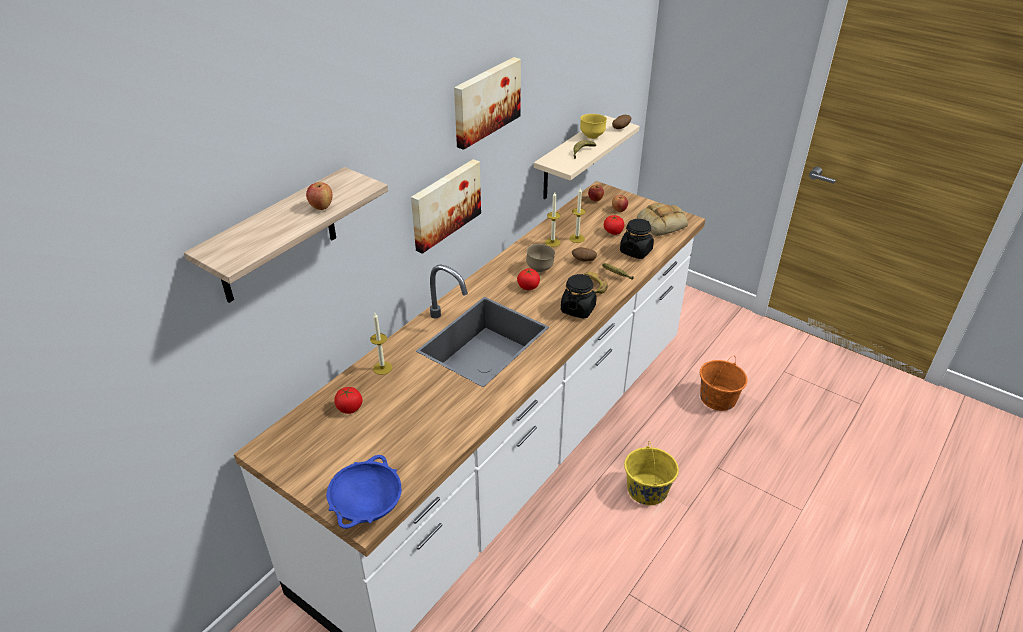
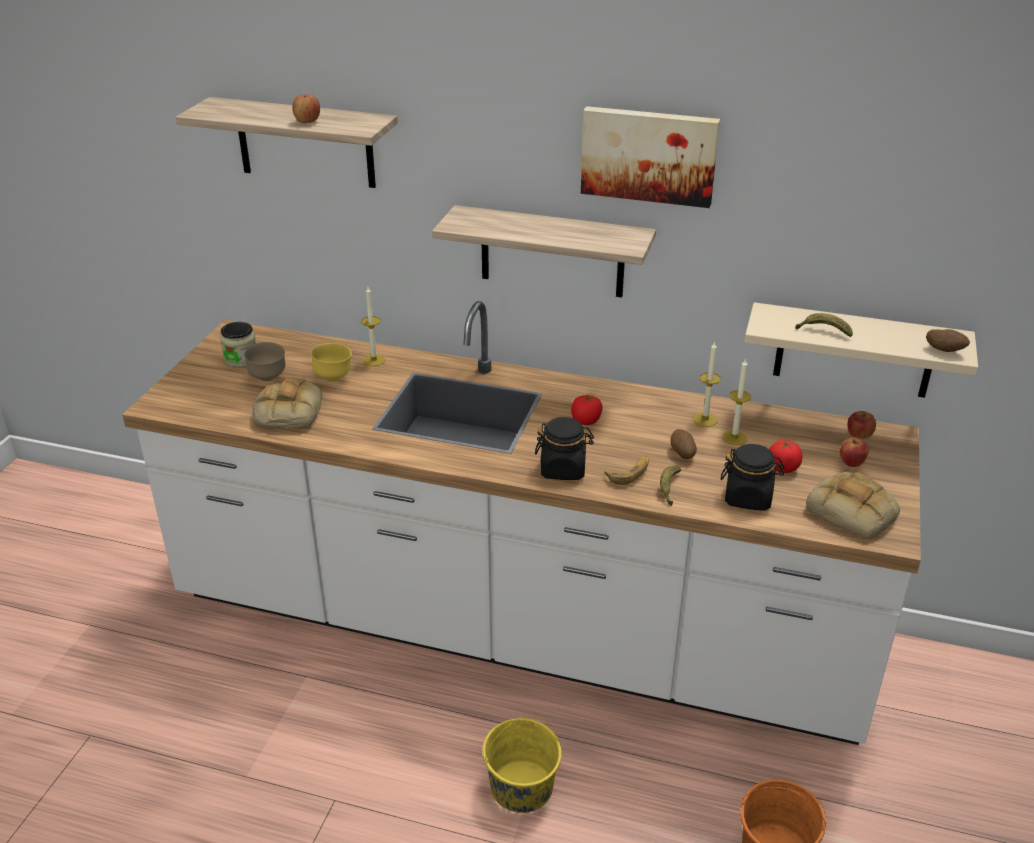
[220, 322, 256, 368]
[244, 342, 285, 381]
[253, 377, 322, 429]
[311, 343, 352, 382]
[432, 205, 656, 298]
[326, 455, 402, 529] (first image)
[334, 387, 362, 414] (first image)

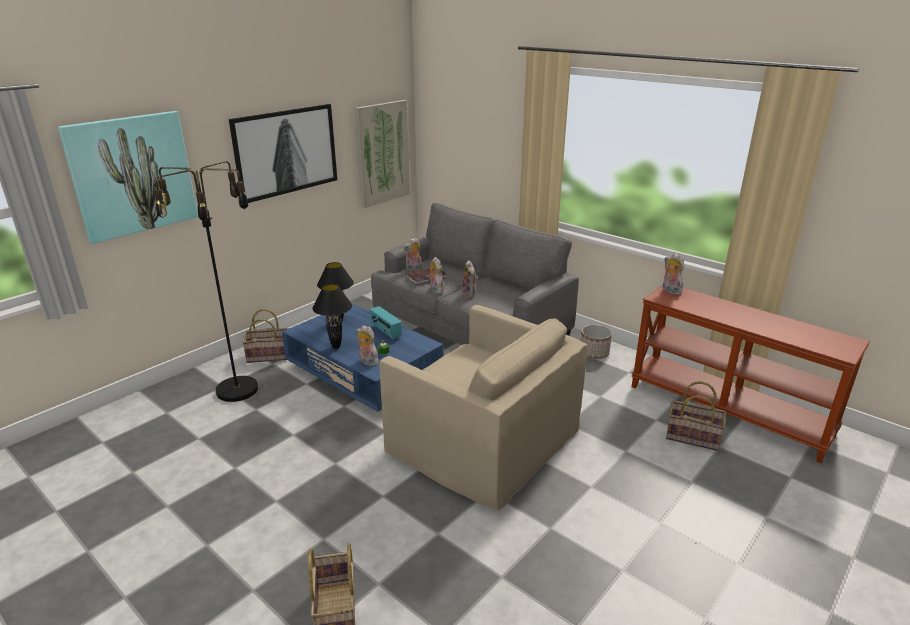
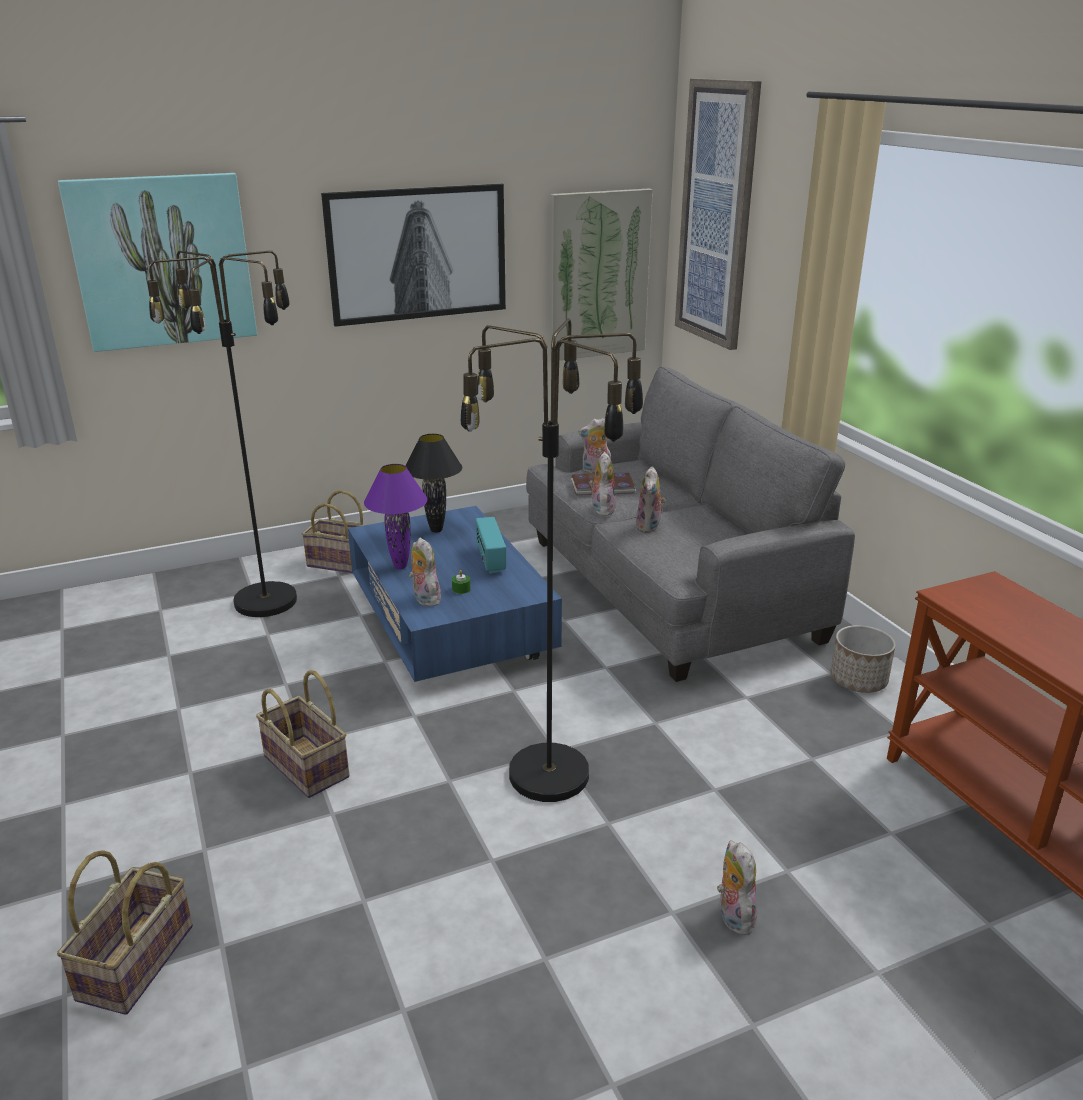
[256, 670, 349, 798]
[364, 464, 427, 569]
[461, 318, 643, 802]
[675, 79, 761, 350]
[717, 840, 757, 935]

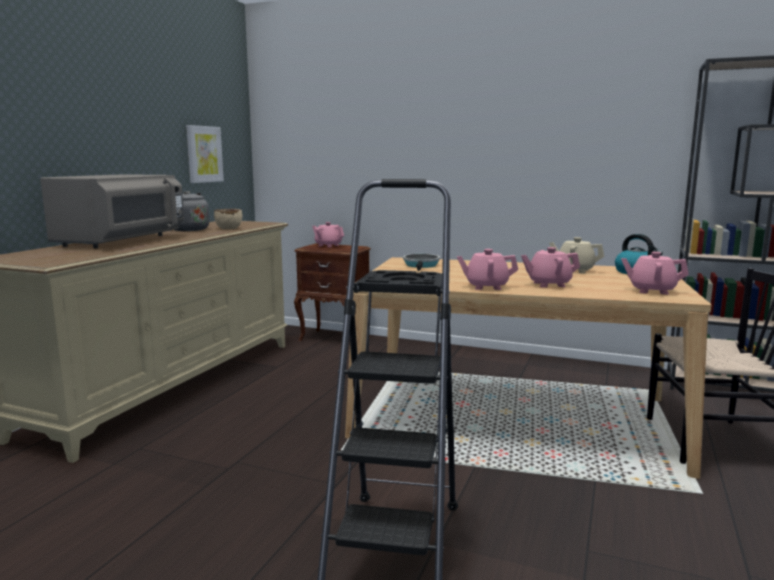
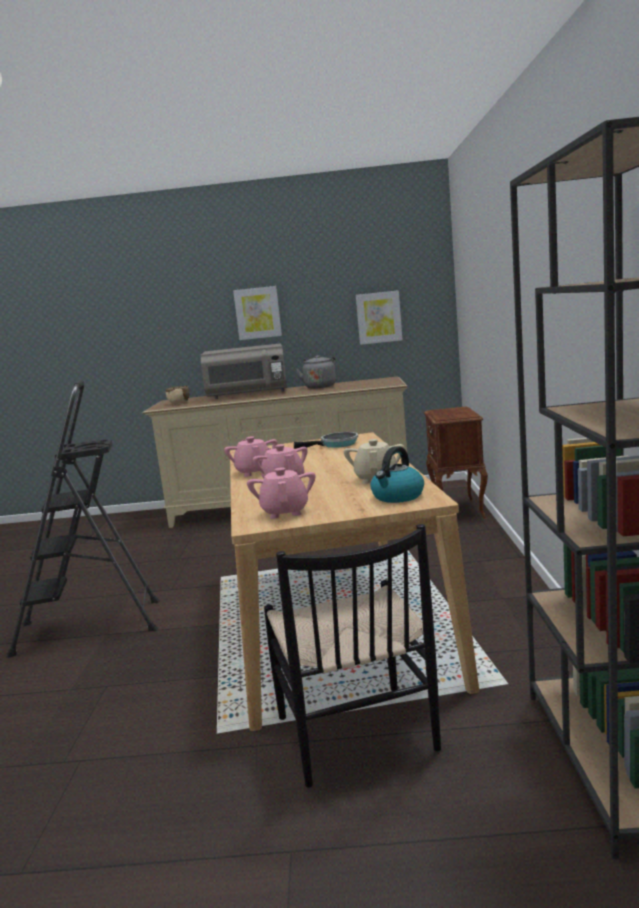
[165, 386, 190, 405]
[233, 286, 282, 340]
[312, 222, 344, 247] (first image)

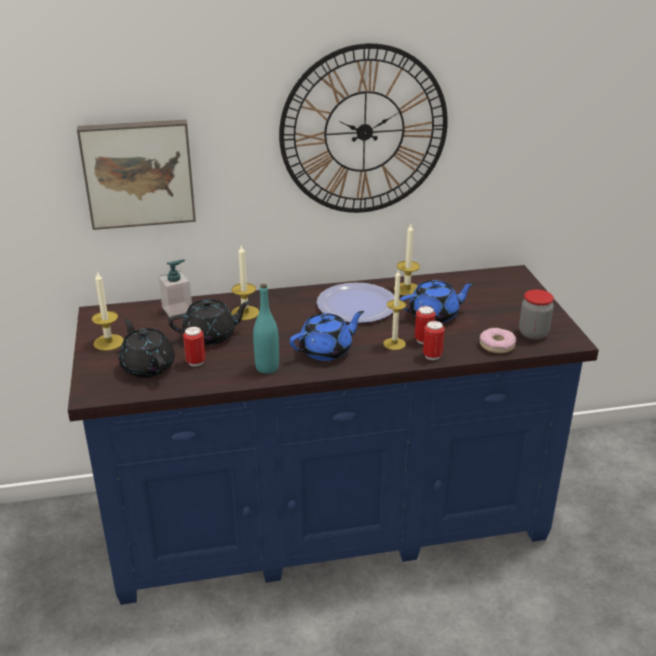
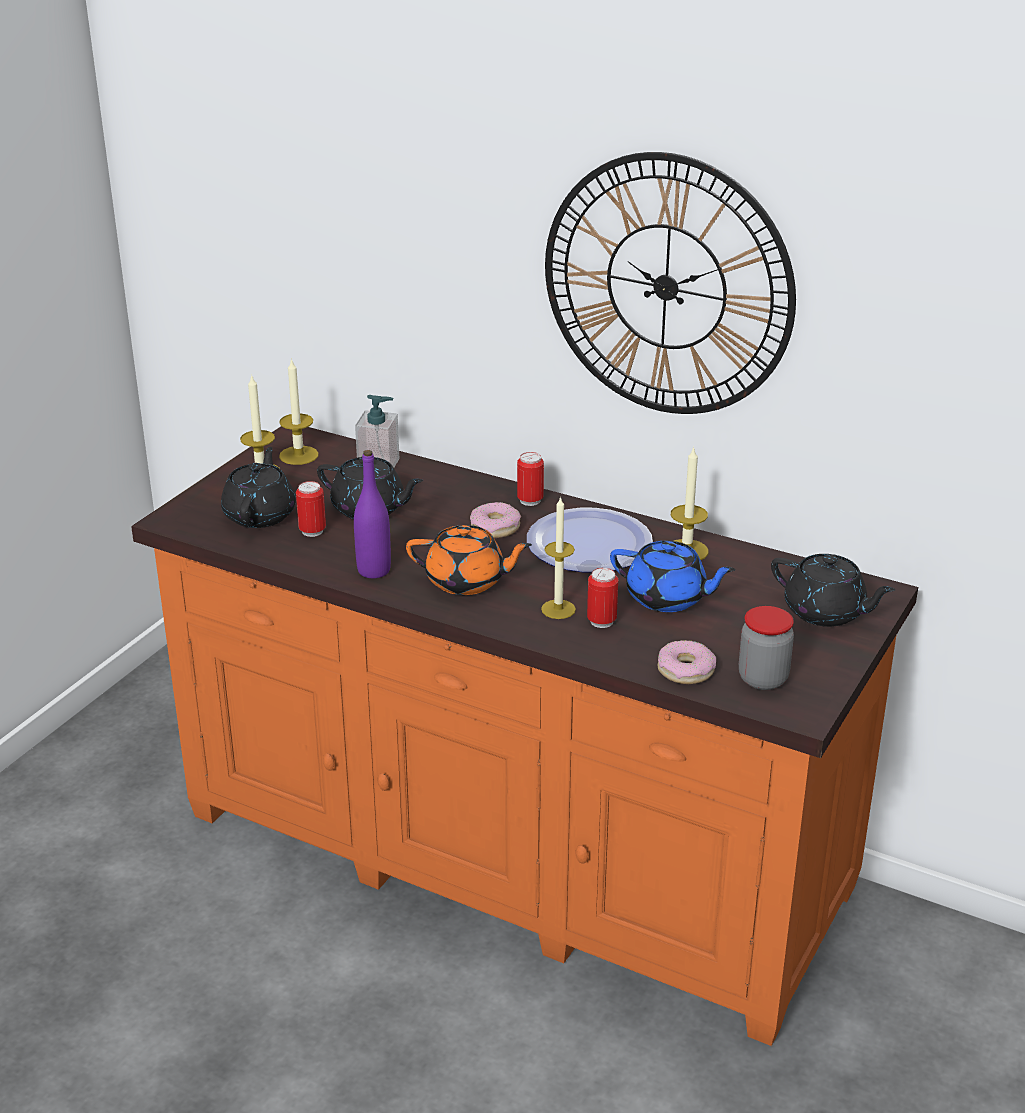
[131, 426, 918, 1046]
[279, 358, 319, 465]
[354, 450, 391, 578]
[406, 525, 532, 595]
[470, 502, 521, 538]
[517, 452, 544, 506]
[771, 554, 896, 627]
[77, 119, 196, 230] (first image)

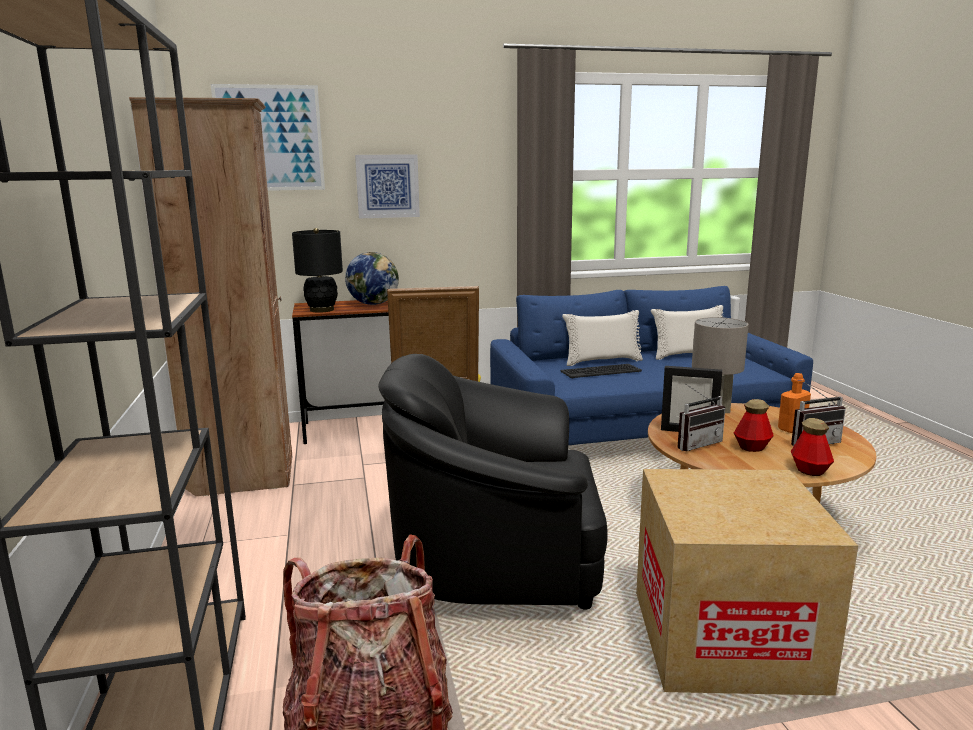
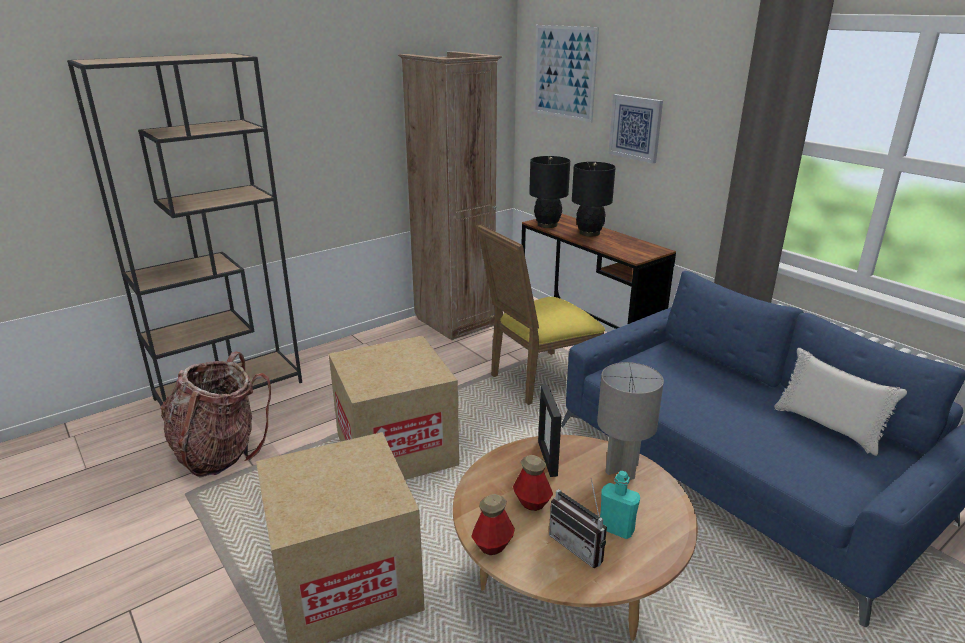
[329, 336, 459, 480]
[572, 162, 616, 236]
[600, 471, 640, 539]
[561, 364, 642, 378] (first image)
[562, 310, 643, 366] (first image)
[678, 384, 725, 451] (first image)

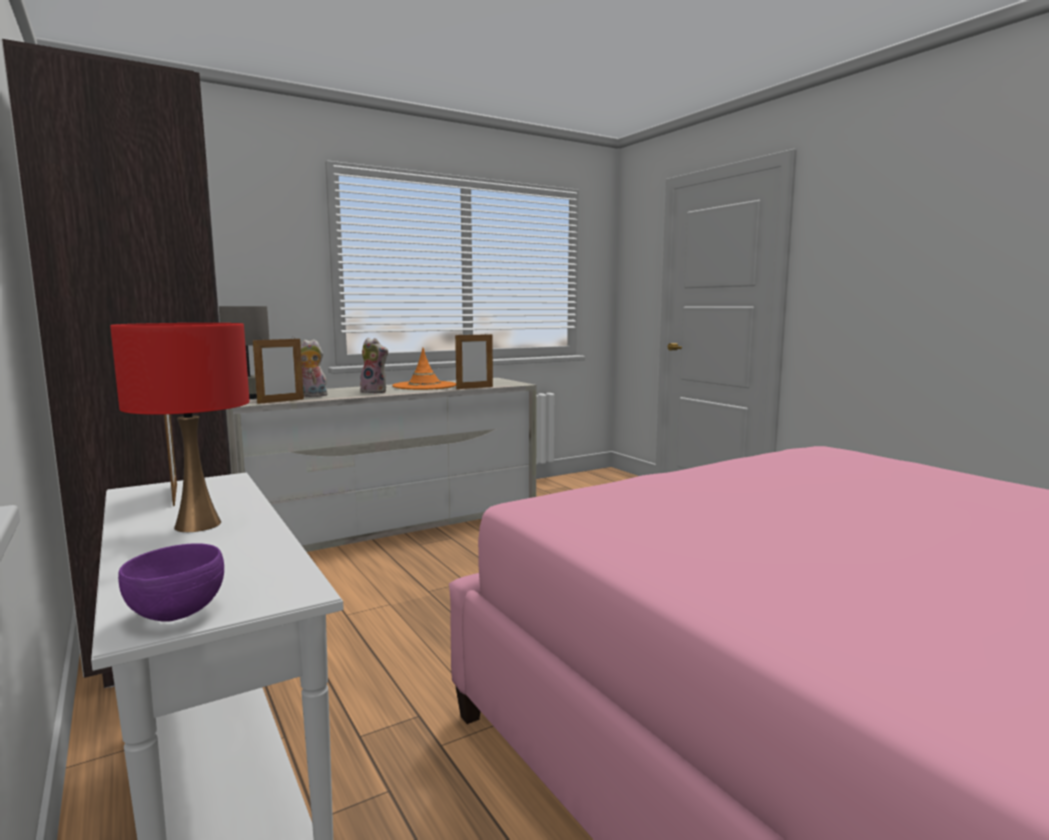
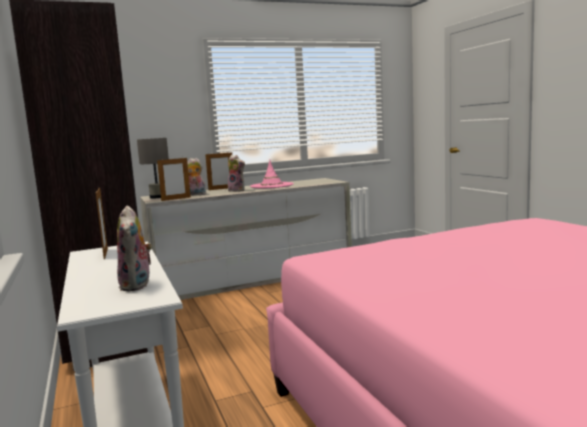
[117, 205, 152, 291]
[205, 152, 232, 190]
[250, 160, 294, 188]
[110, 323, 250, 532] (first image)
[118, 543, 224, 621] (first image)

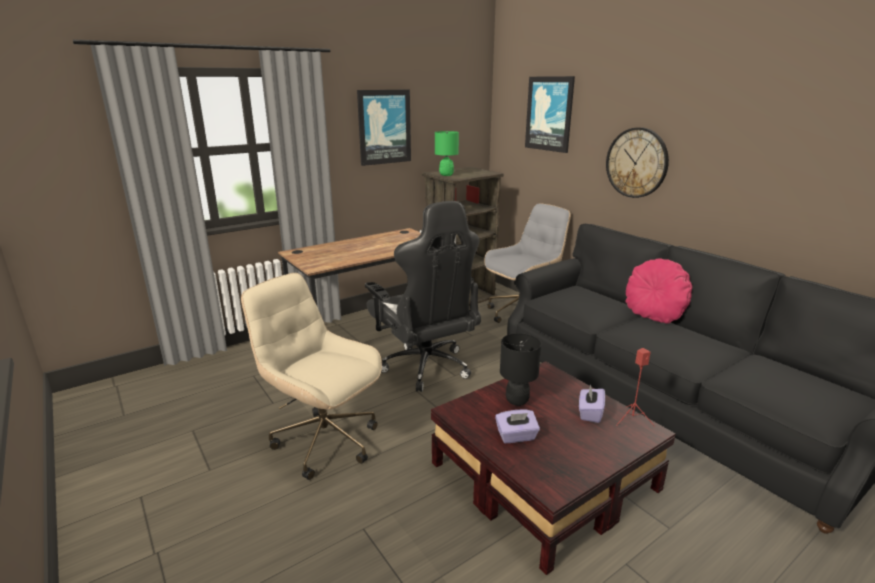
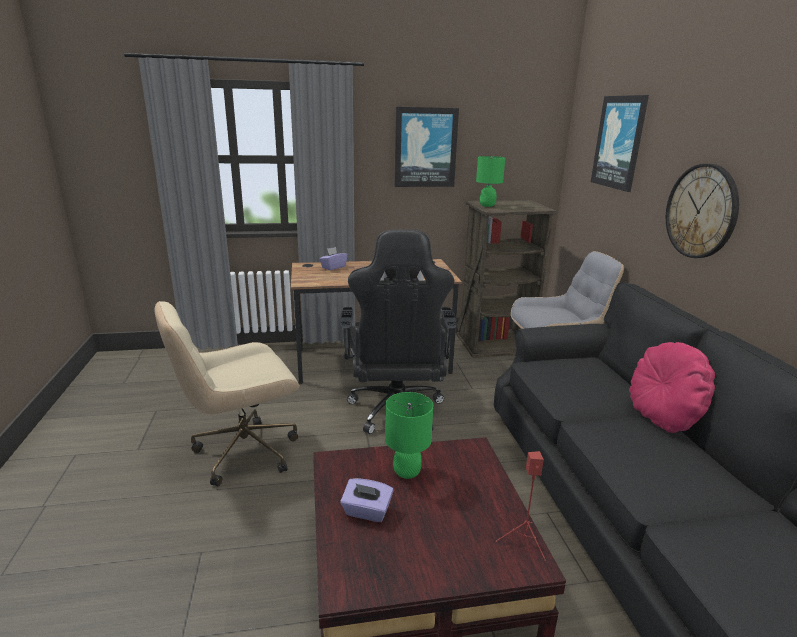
[154, 301, 300, 486]
[319, 247, 348, 270]
[385, 392, 433, 479]

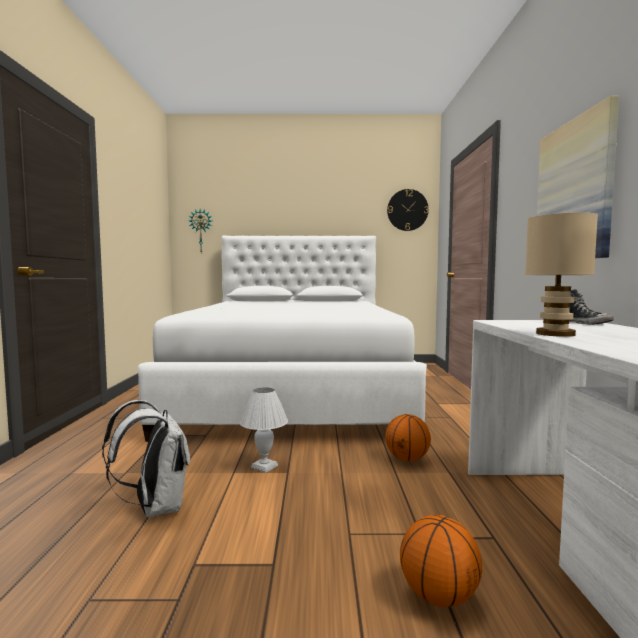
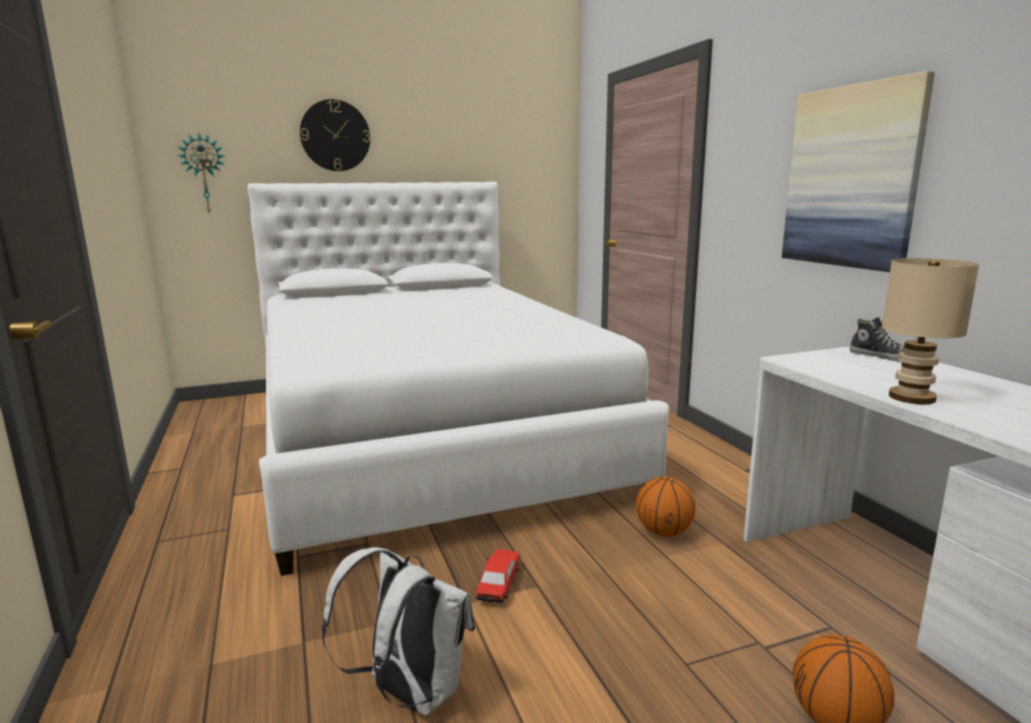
[300, 99, 370, 171]
[476, 549, 520, 603]

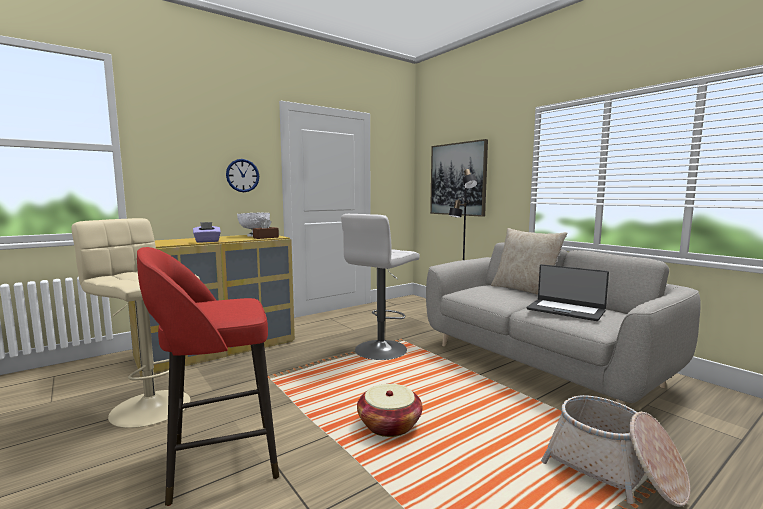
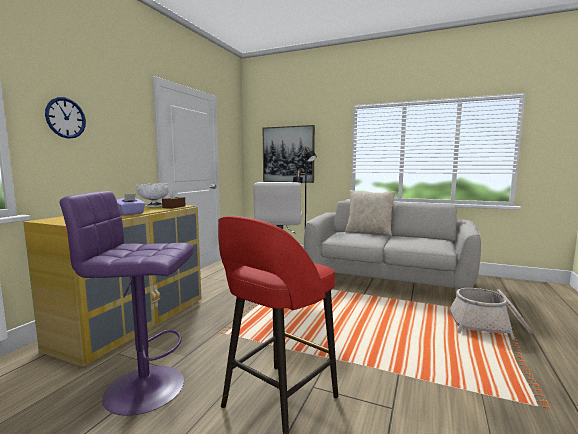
[45, 97, 86, 139]
[60, 191, 194, 416]
[357, 384, 422, 437] (first image)
[527, 264, 609, 321] (first image)

